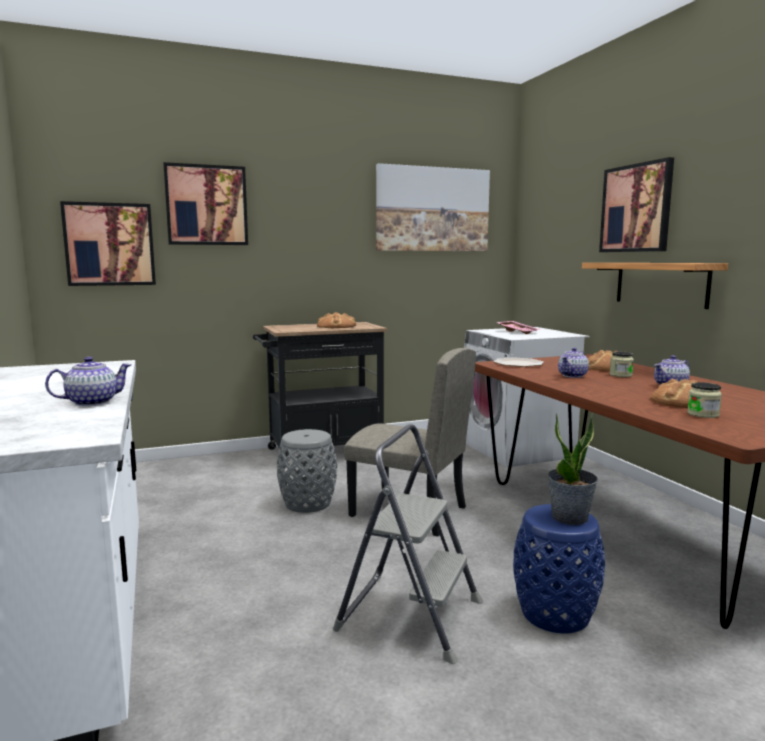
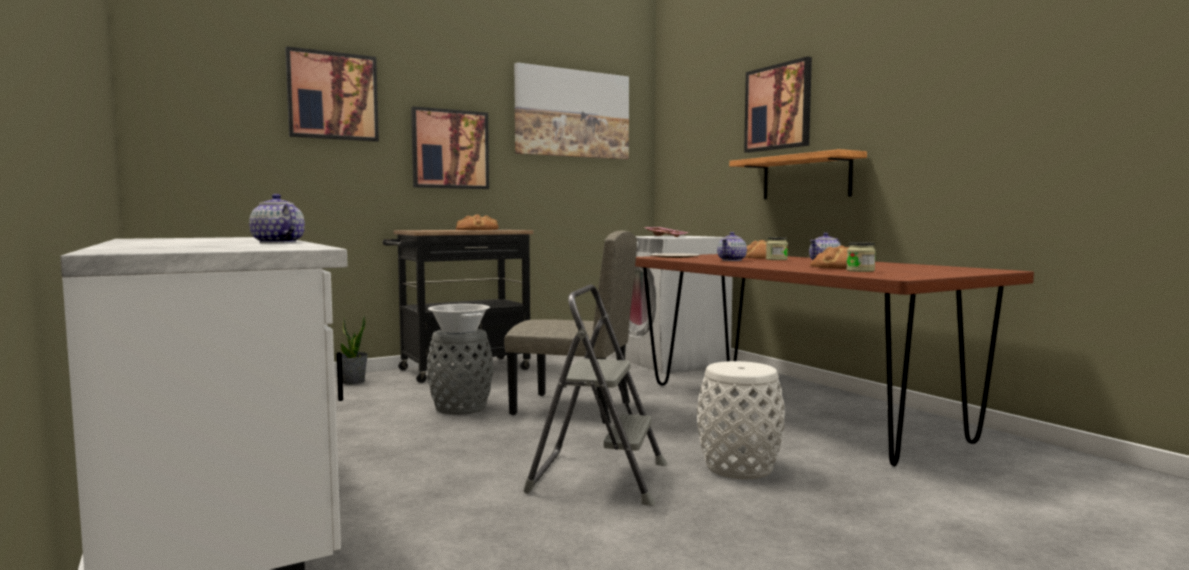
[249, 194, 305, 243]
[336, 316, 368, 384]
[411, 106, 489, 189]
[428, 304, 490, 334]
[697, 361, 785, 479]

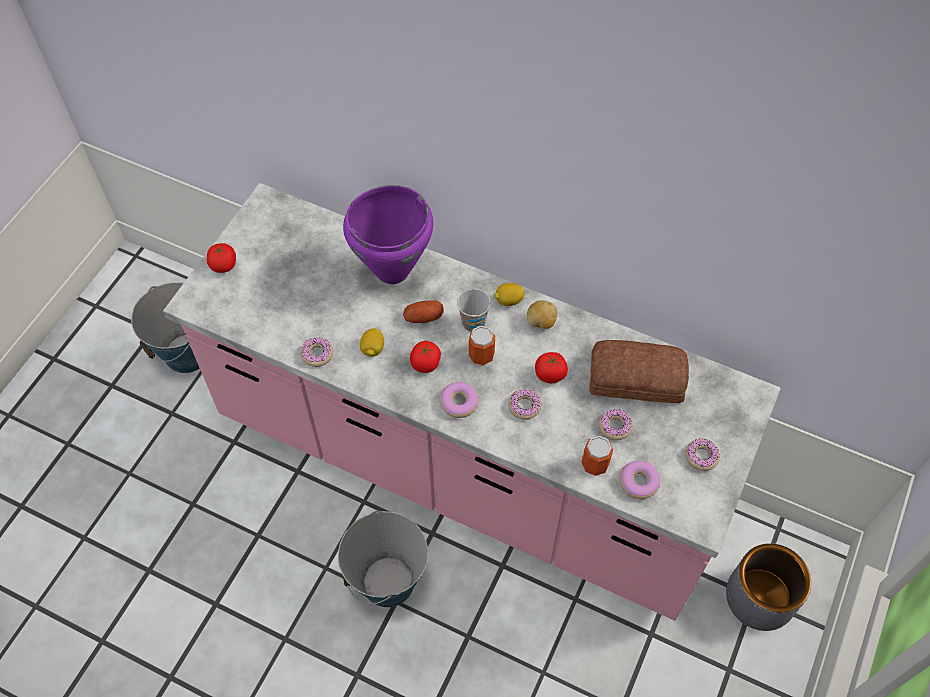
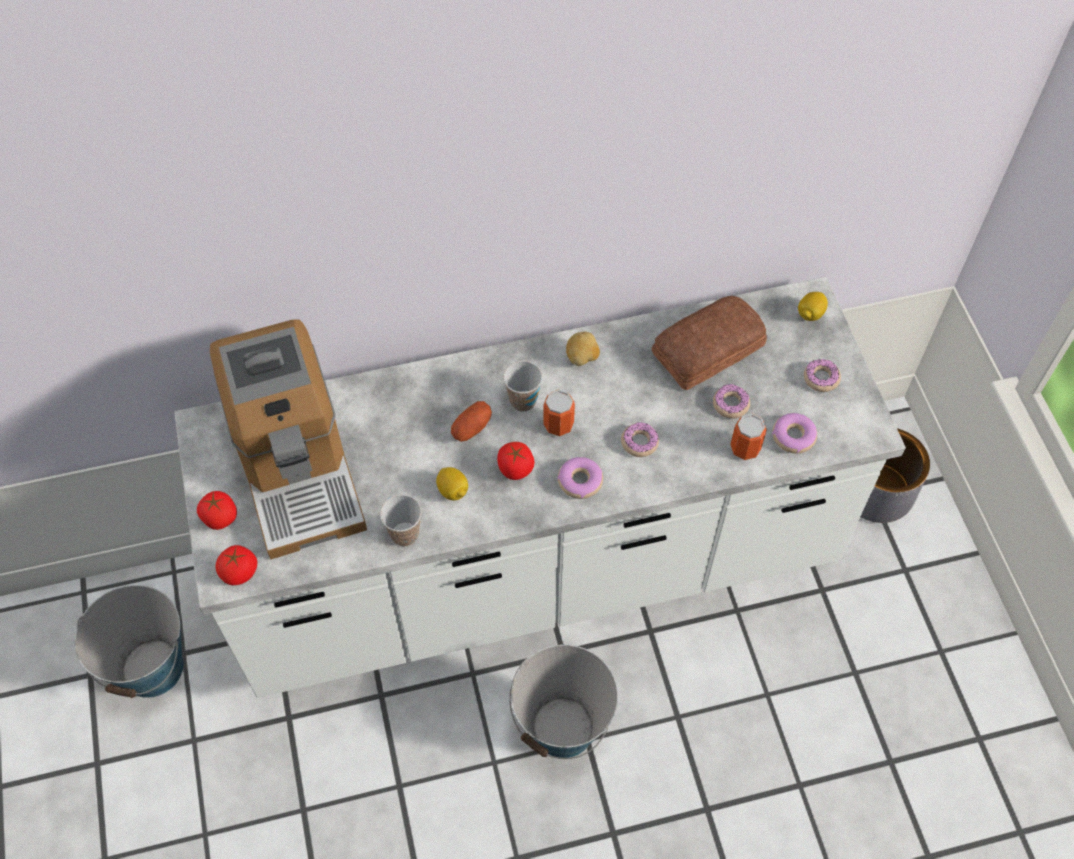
[174, 277, 906, 698]
[210, 319, 367, 559]
[216, 545, 258, 585]
[380, 495, 422, 546]
[798, 292, 828, 321]
[343, 185, 433, 284] (first image)

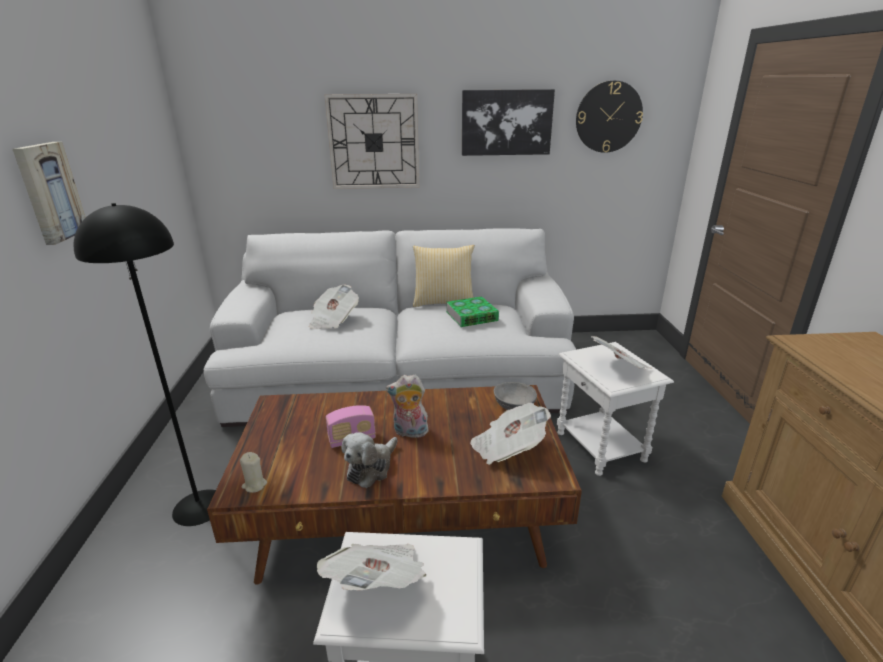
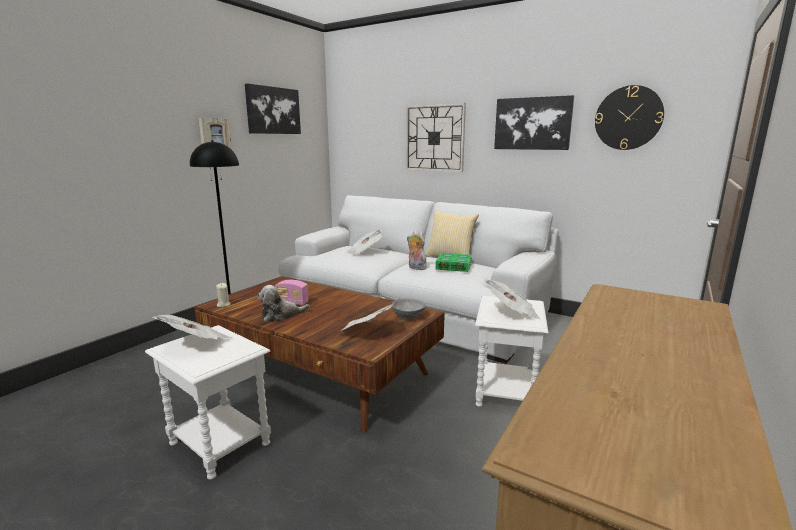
[245, 83, 301, 134]
[407, 230, 427, 270]

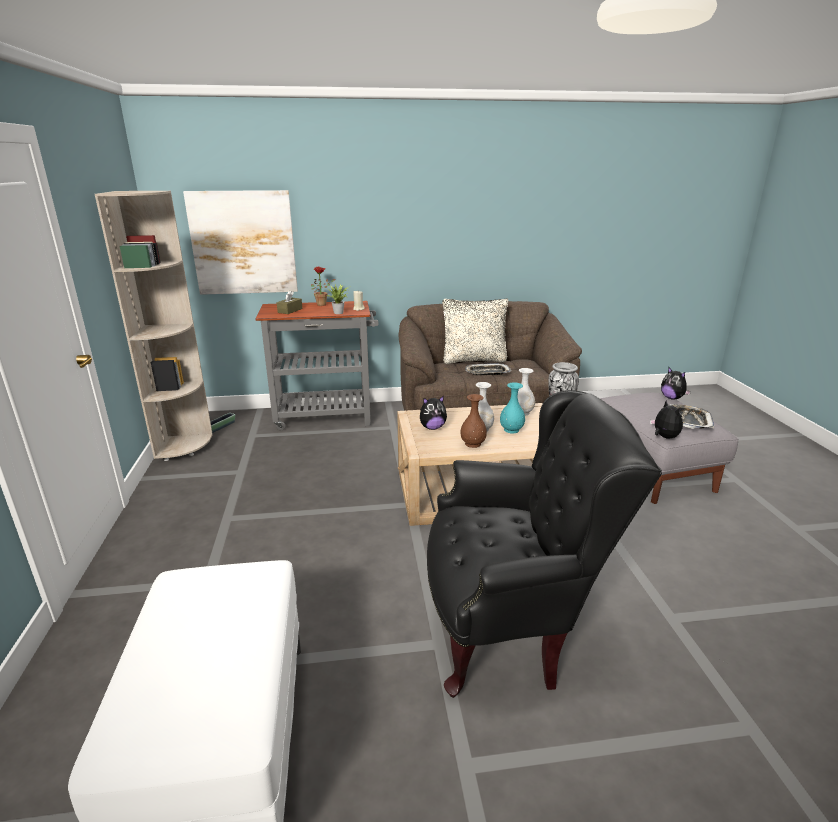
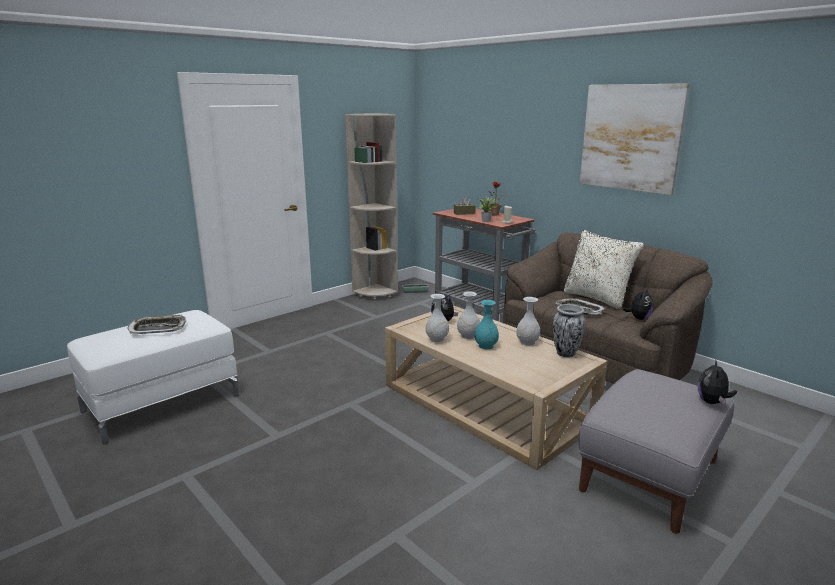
[127, 314, 186, 334]
[426, 294, 449, 342]
[580, 83, 690, 195]
[623, 289, 653, 320]
[427, 390, 662, 698] (first image)

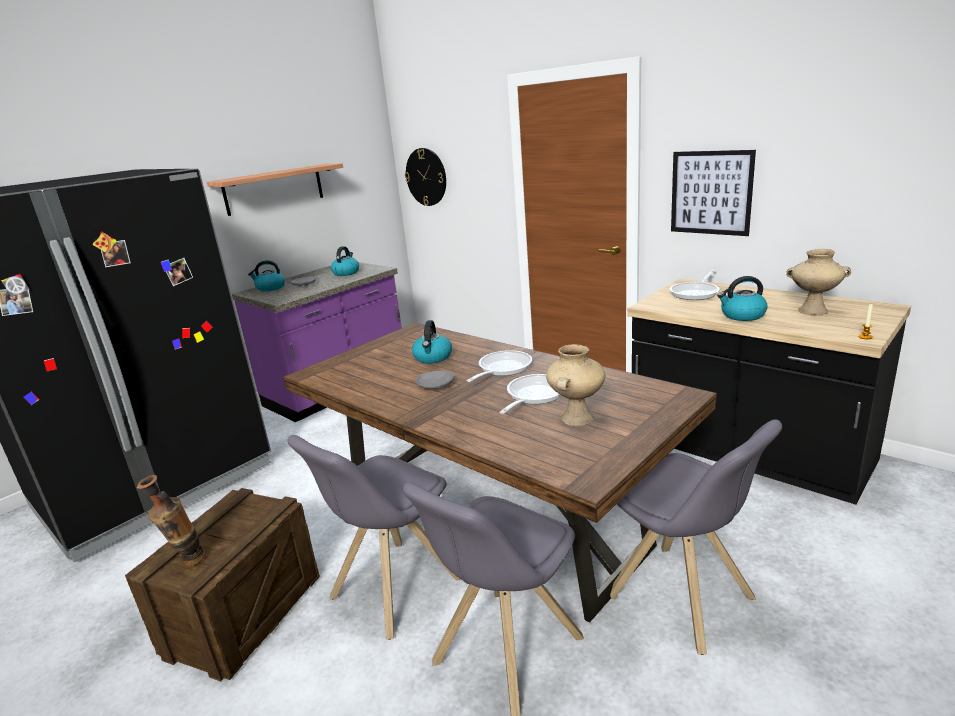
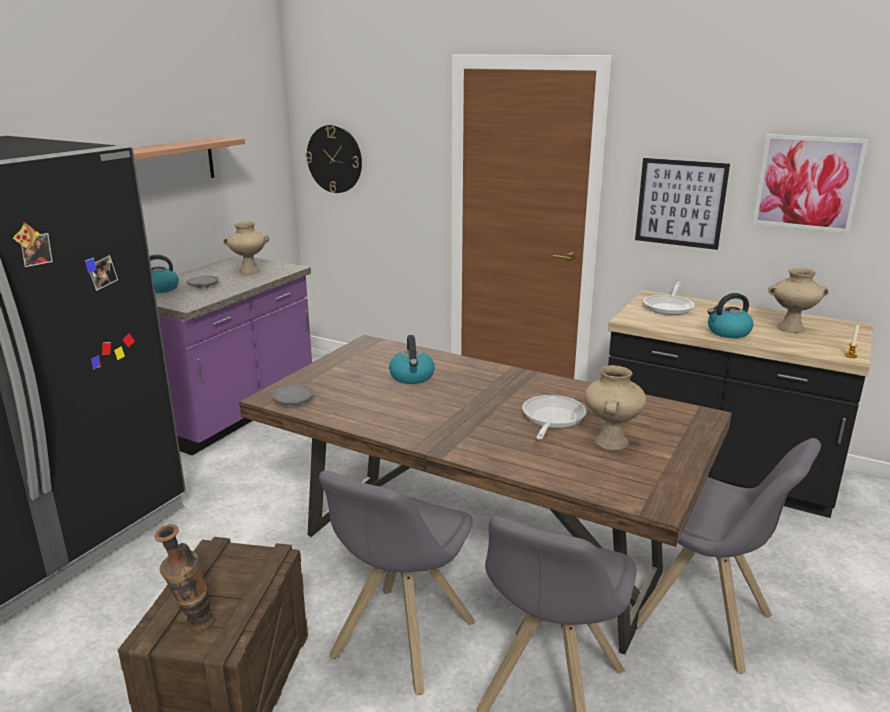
[223, 222, 270, 274]
[272, 385, 314, 406]
[752, 134, 869, 233]
[467, 350, 532, 382] (first image)

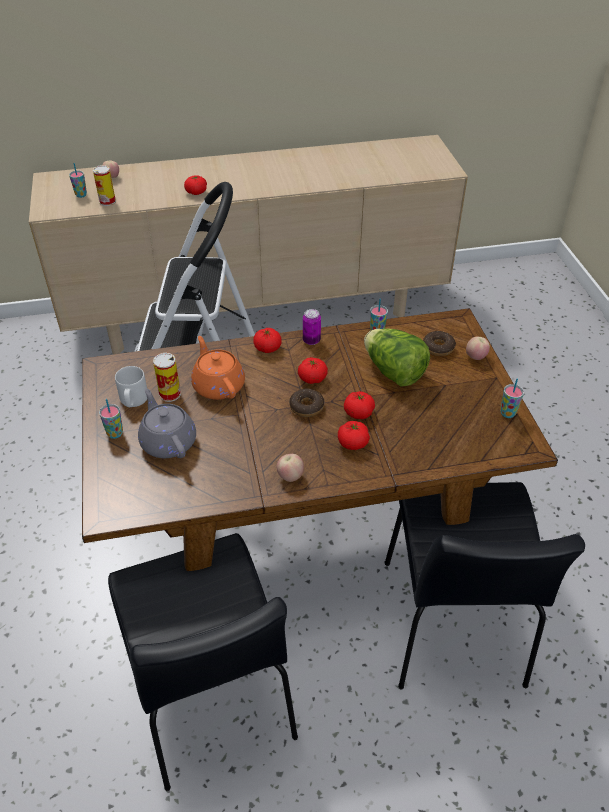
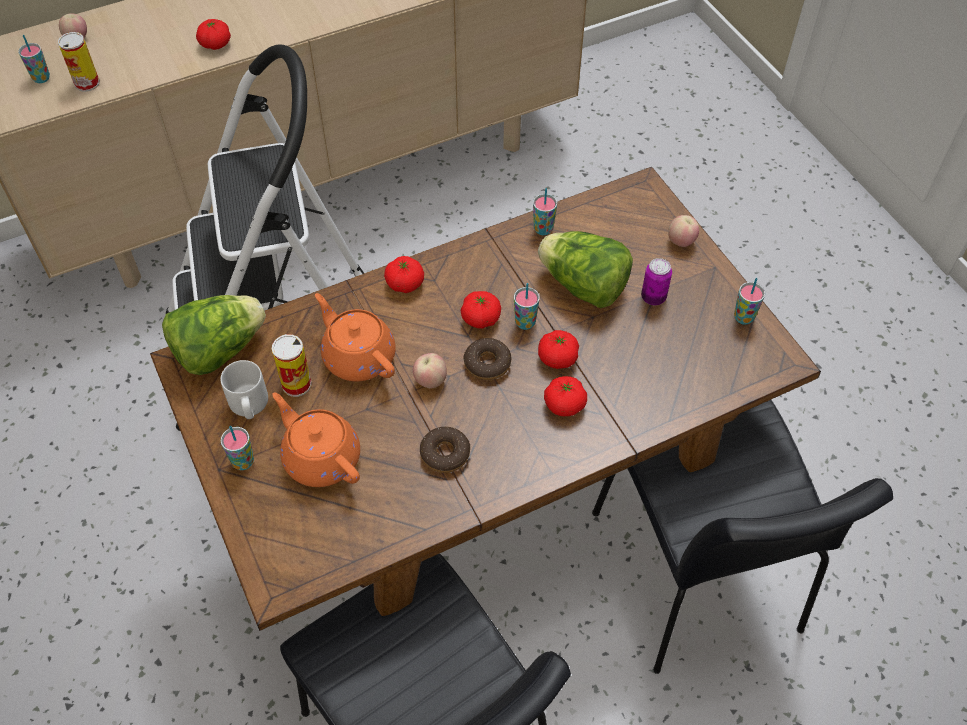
[162, 295, 266, 375]
[272, 392, 360, 487]
[413, 353, 447, 388]
[420, 427, 470, 473]
[514, 283, 540, 330]
[641, 258, 672, 305]

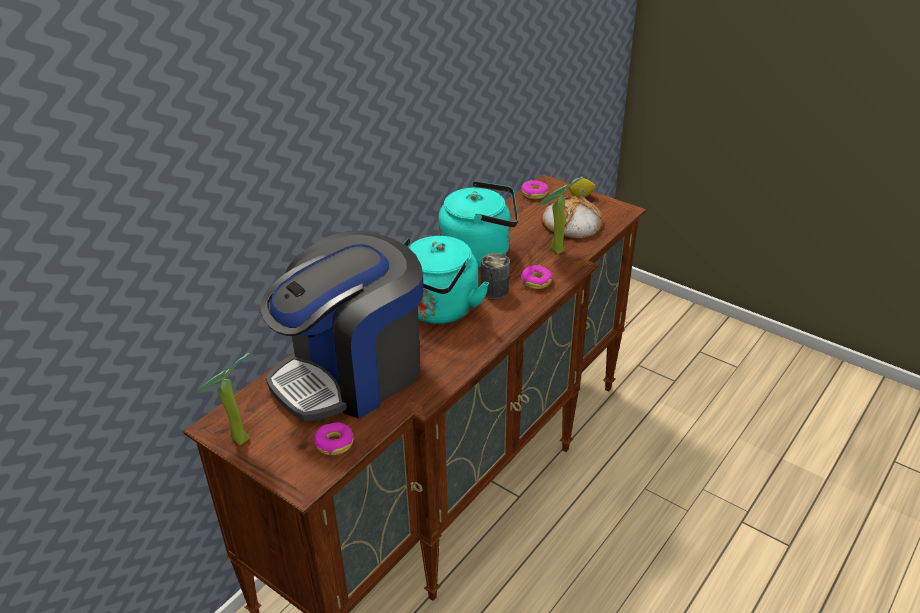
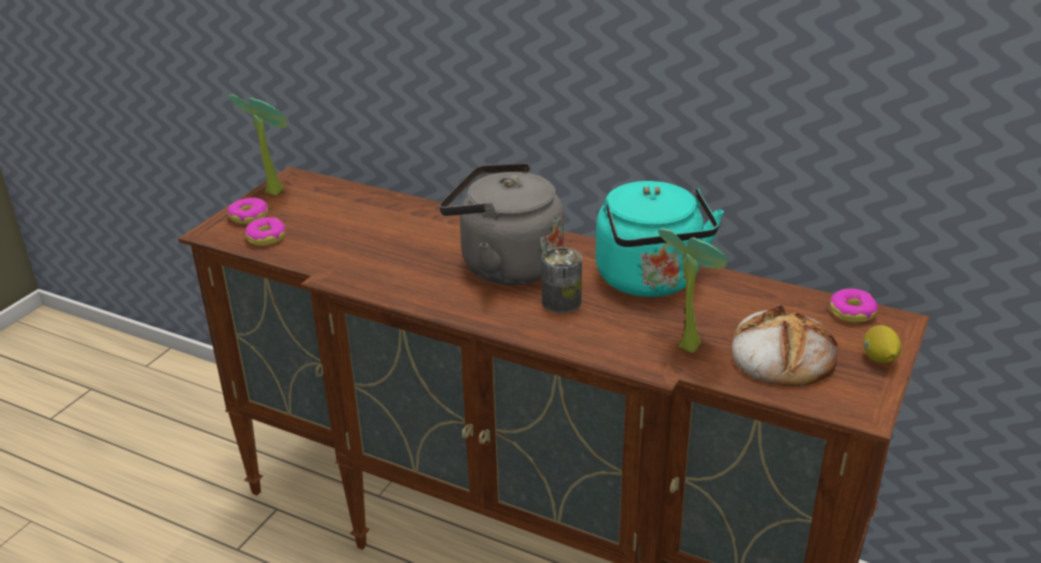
[227, 198, 268, 224]
[439, 163, 564, 285]
[260, 231, 423, 421] (first image)

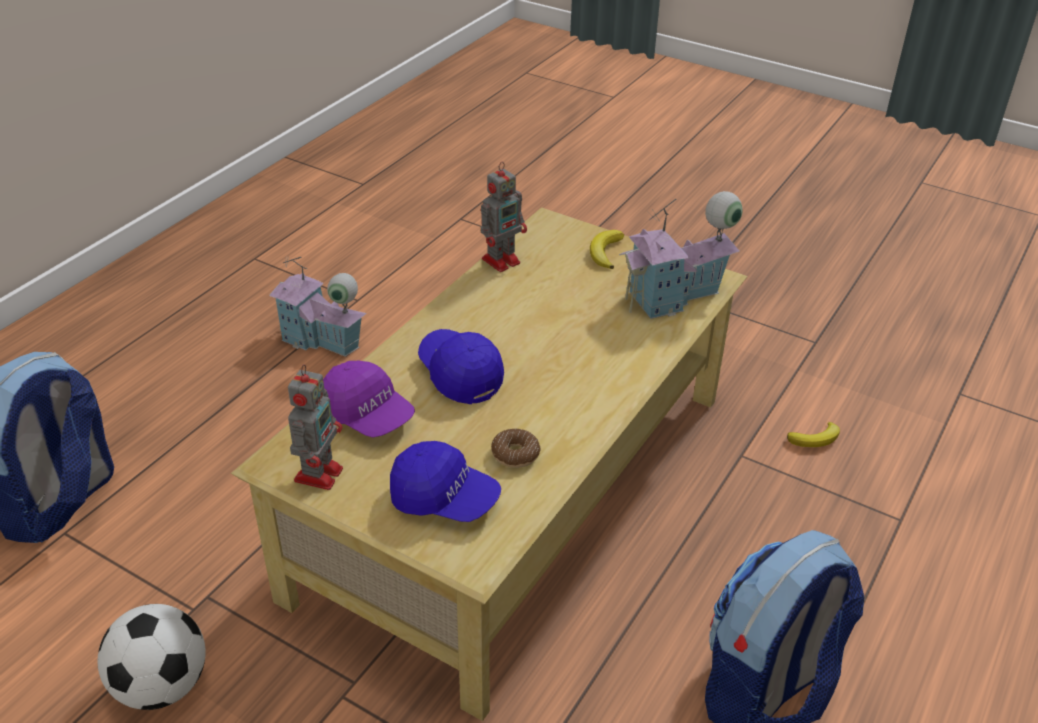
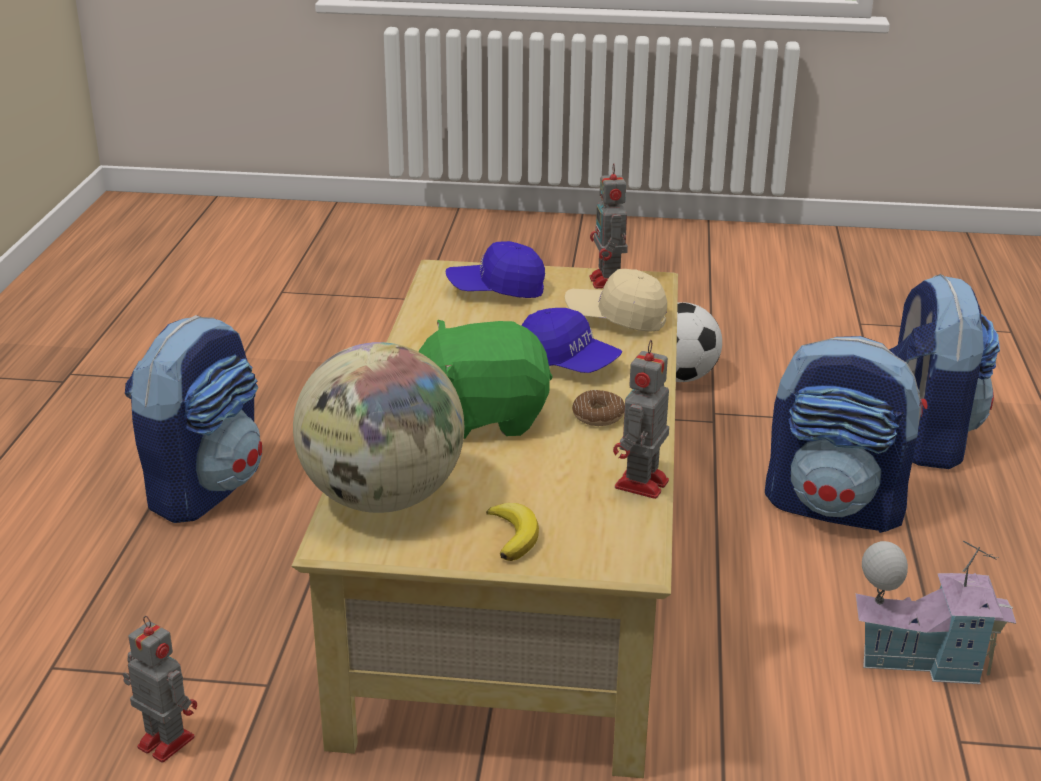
[122, 616, 197, 763]
[293, 342, 464, 513]
[418, 320, 553, 439]
[565, 269, 667, 332]
[572, 390, 625, 426]
[765, 336, 927, 533]

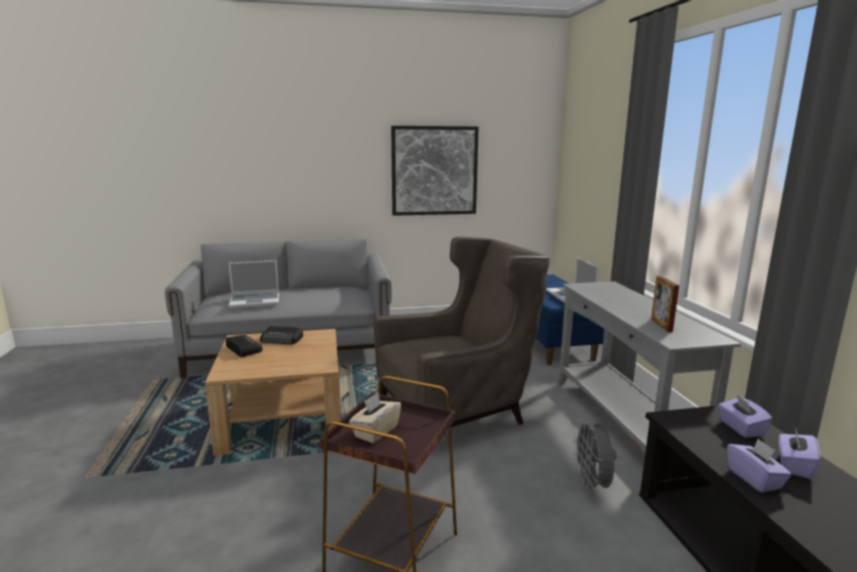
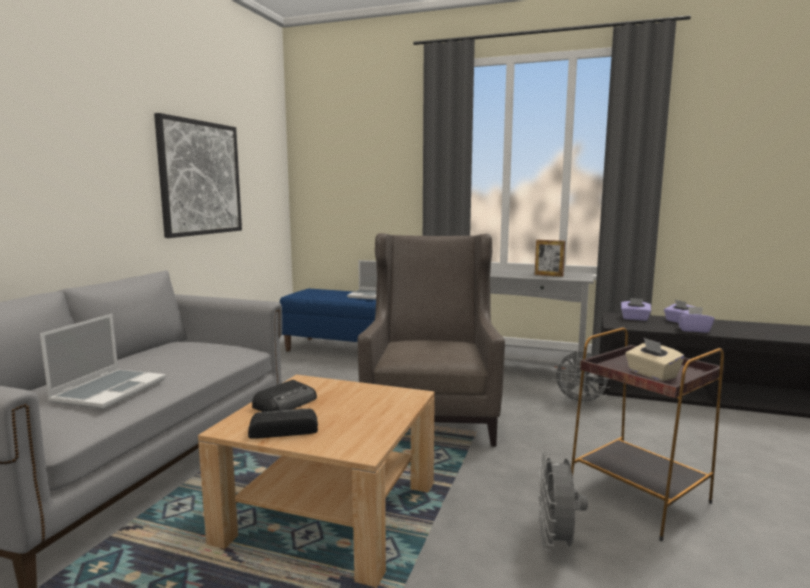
[538, 451, 588, 551]

